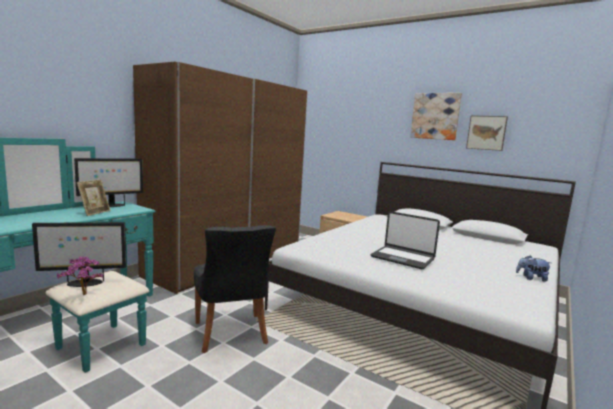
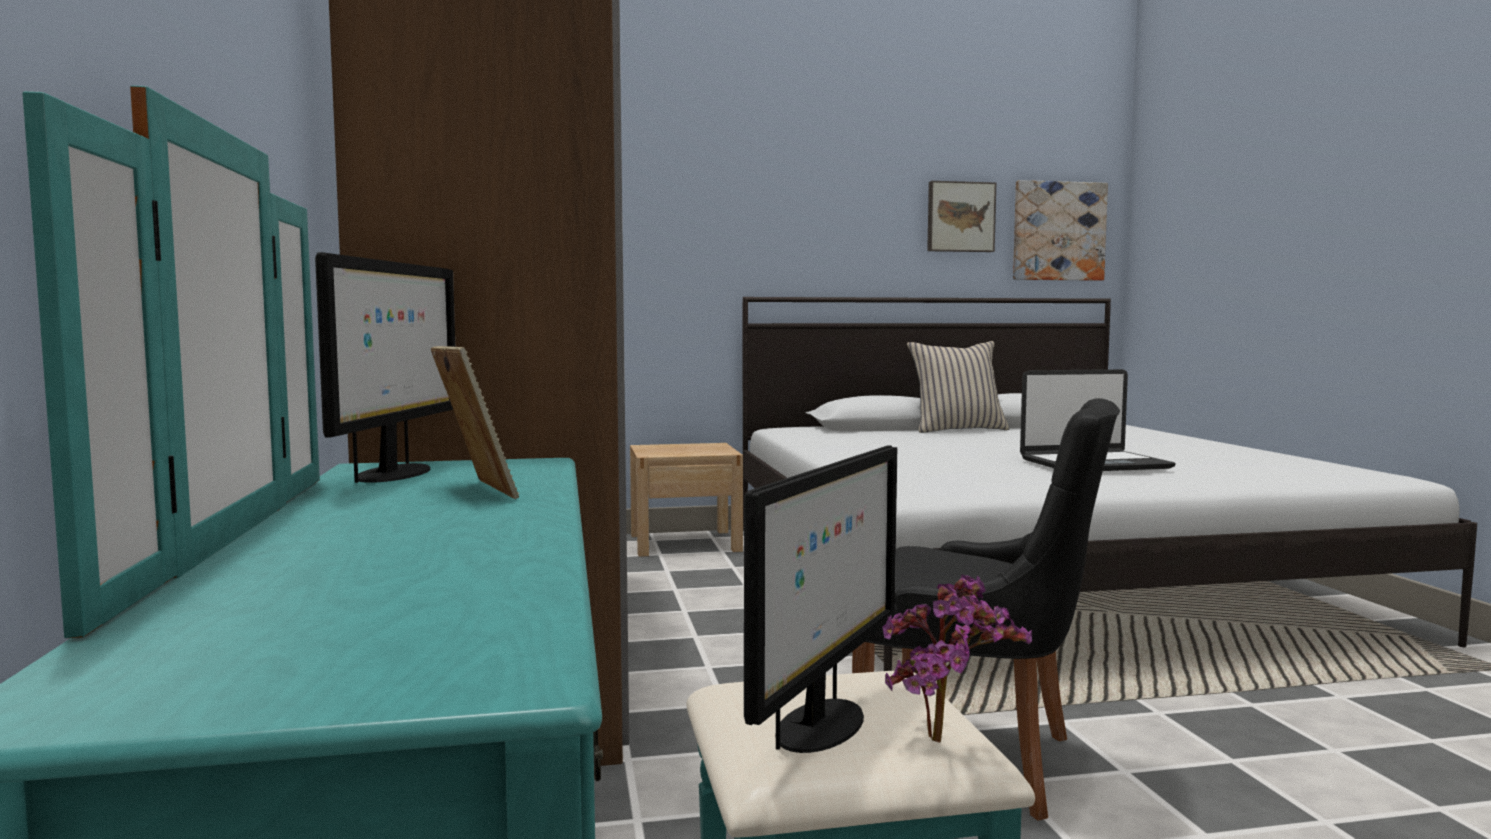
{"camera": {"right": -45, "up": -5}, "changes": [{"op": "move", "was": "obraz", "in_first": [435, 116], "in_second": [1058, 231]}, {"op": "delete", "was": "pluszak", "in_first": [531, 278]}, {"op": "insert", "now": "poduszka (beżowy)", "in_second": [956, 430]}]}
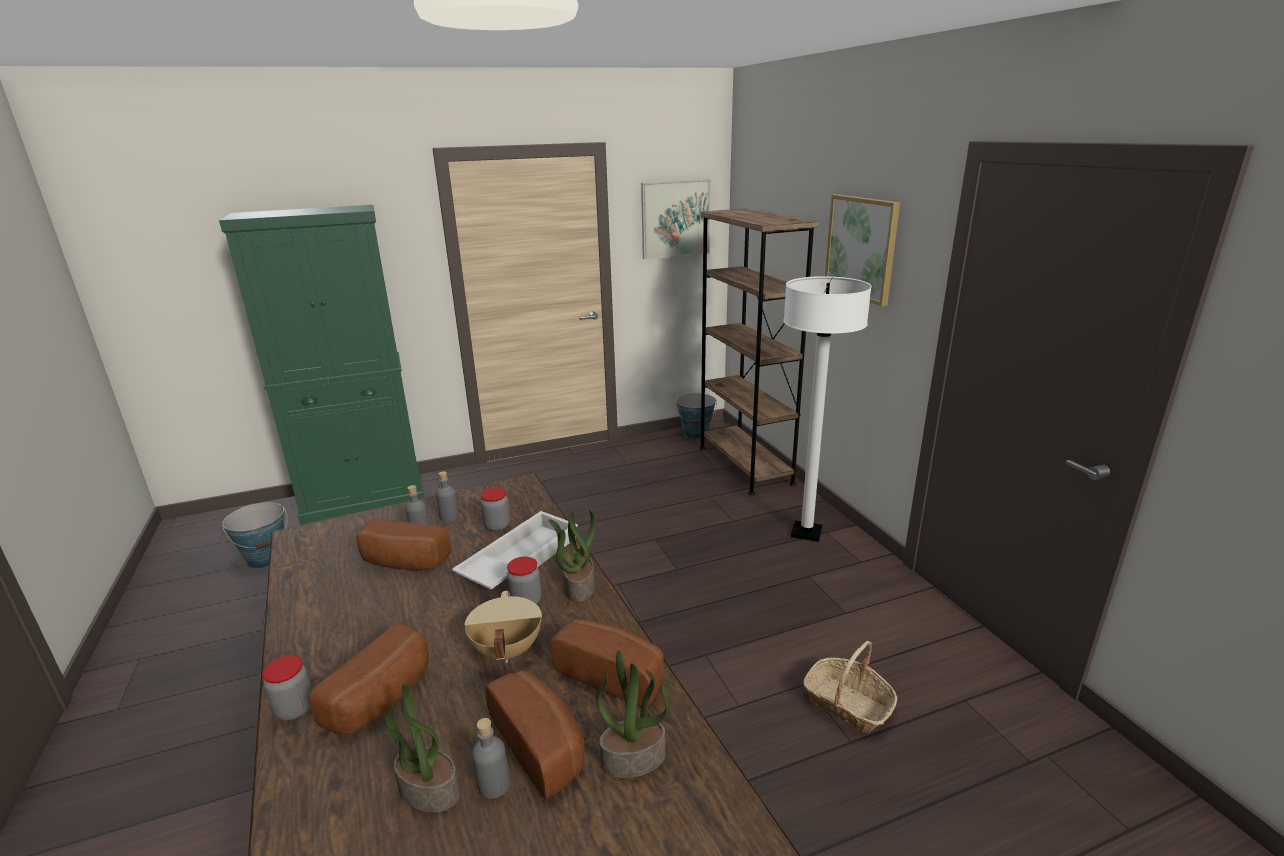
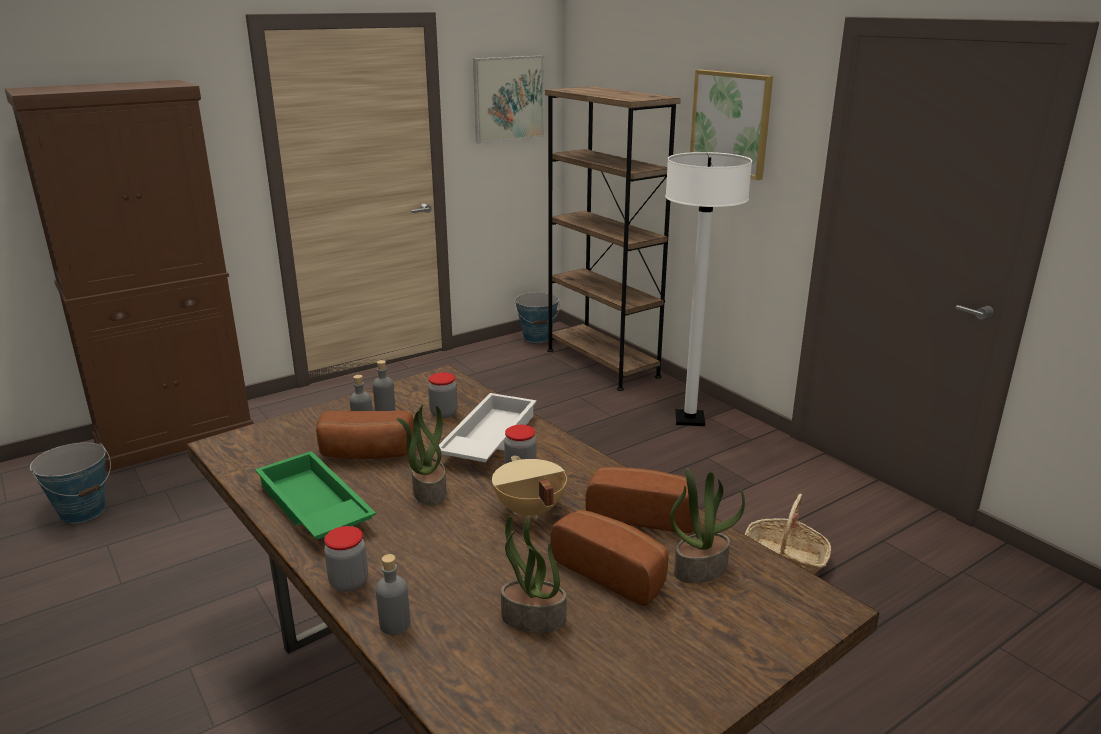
{"camera": {"right": -15, "up": 0}, "changes": [{"op": "recolor", "was": "szafka (zielony)", "now": "szafka (brązowy)", "in_first": [364, 499], "in_second": [176, 436]}, {"op": "move", "was": "roślina doniczkowa", "in_first": [578, 586], "in_second": [428, 491]}, {"op": "delete", "was": "chleb", "in_first": [384, 698]}, {"op": "move", "was": "butelka (szary)", "in_first": [494, 785], "in_second": [395, 624]}, {"op": "insert", "now": "taca (zielony)", "in_second": [312, 507]}]}
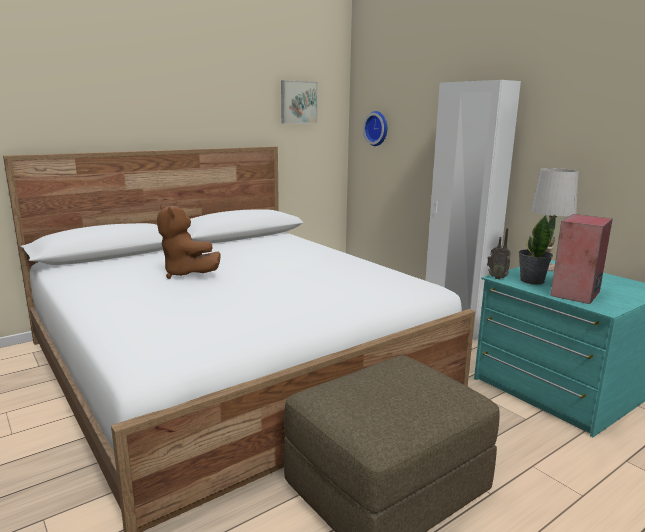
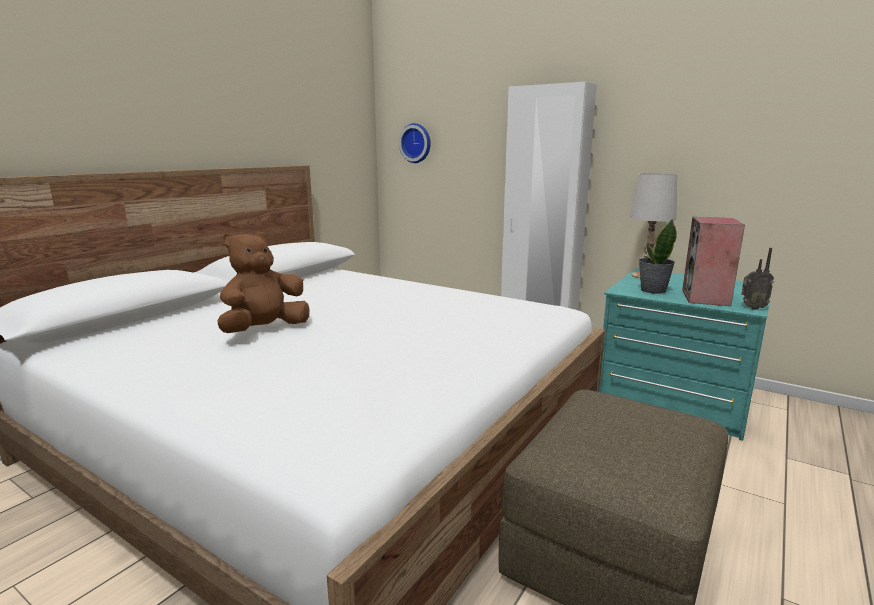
{"camera": {"right": -20, "up": 0}, "changes": [{"op": "delete", "was": "obraz", "in_first": [298, 102]}, {"op": "rotate", "was": "pluszak (brązowy)", "in_first": [187, 274], "in_second": [264, 330], "clockwise": 105}, {"op": "move", "was": "radio", "in_first": [497, 277], "in_second": [752, 308]}]}
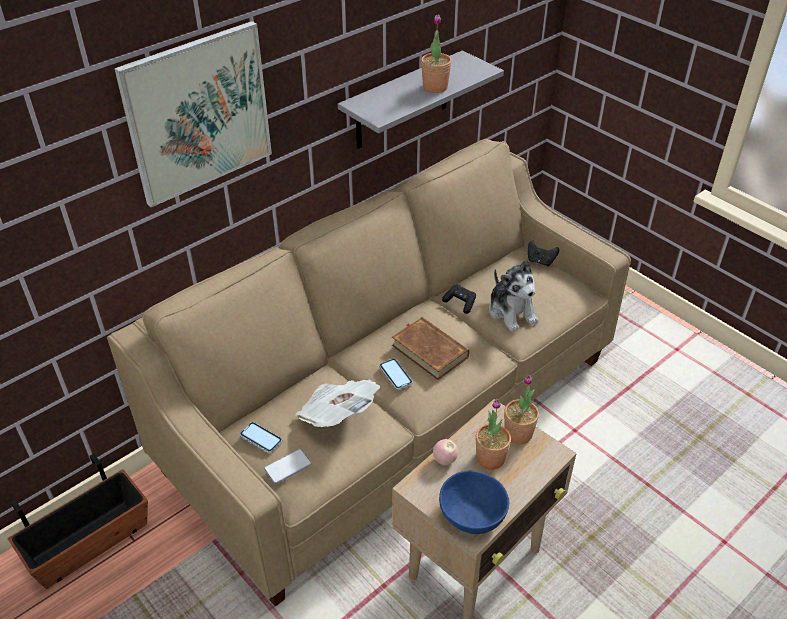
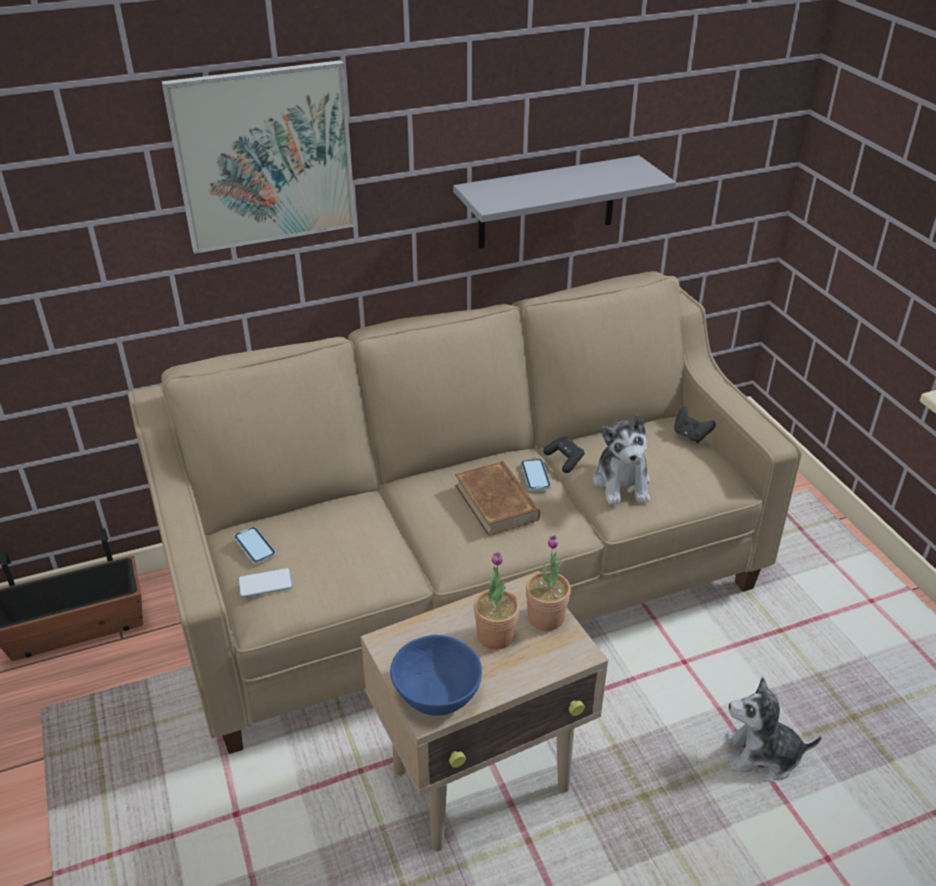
{"camera": {"right": 20, "up": -5}, "changes": [{"op": "delete", "was": "roślina doniczkowa", "in_first": [435, 87]}, {"op": "move", "was": "telefon", "in_first": [395, 375], "in_second": [535, 476]}, {"op": "delete", "was": "gazeta", "in_first": [338, 415]}, {"op": "delete", "was": "jabłko", "in_first": [444, 460]}, {"op": "insert", "now": "pluszak", "in_second": [761, 756]}]}
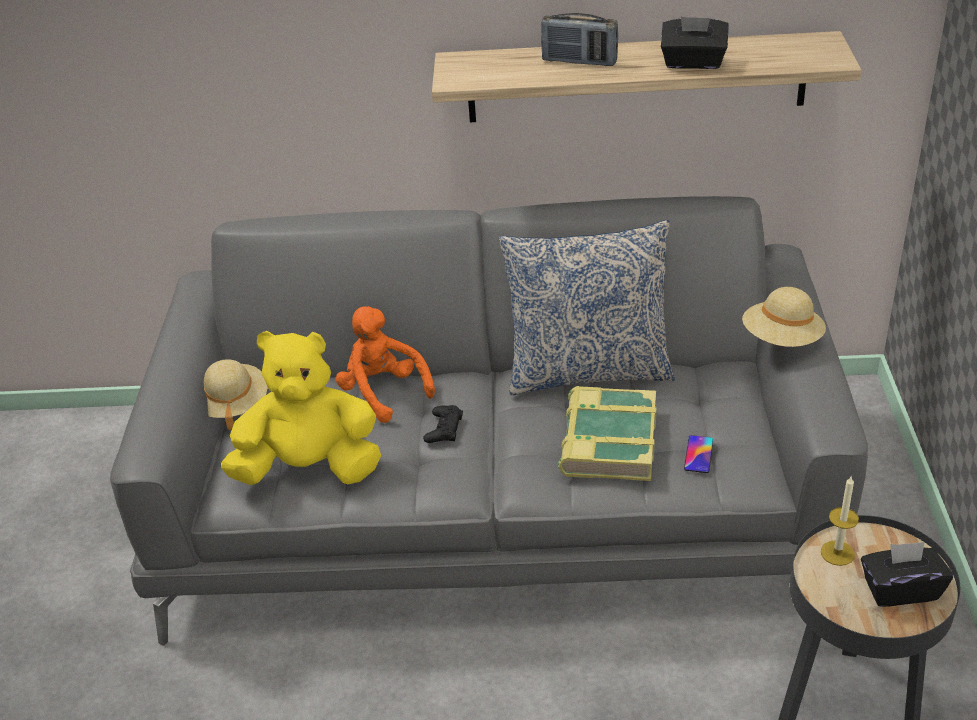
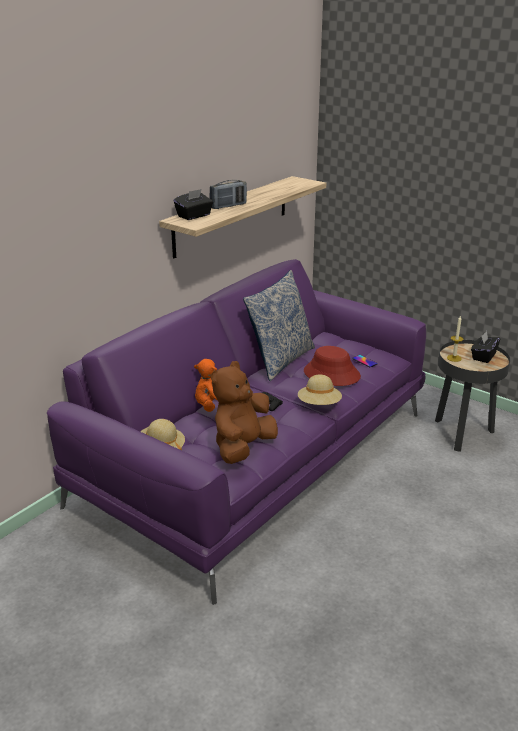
{"camera": {"right": -55, "up": -10}, "changes": [{"op": "move", "was": "pudełko chusteczek (czarny)", "in_first": [693, 63], "in_second": [194, 216]}, {"op": "recolor", "was": "kanapa (szary)", "now": "kanapa (fioletowy)", "in_first": [499, 503], "in_second": [259, 456]}, {"op": "move", "was": "kapelusz (beżowy)", "in_first": [782, 339], "in_second": [319, 404]}, {"op": "recolor", "was": "pluszak (żółty)", "now": "pluszak (brązowy)", "in_first": [310, 468], "in_second": [243, 448]}, {"op": "replace", "was": "książka", "now": "kapelusz (czerwony)", "in_first": [607, 442], "in_second": [331, 374]}]}
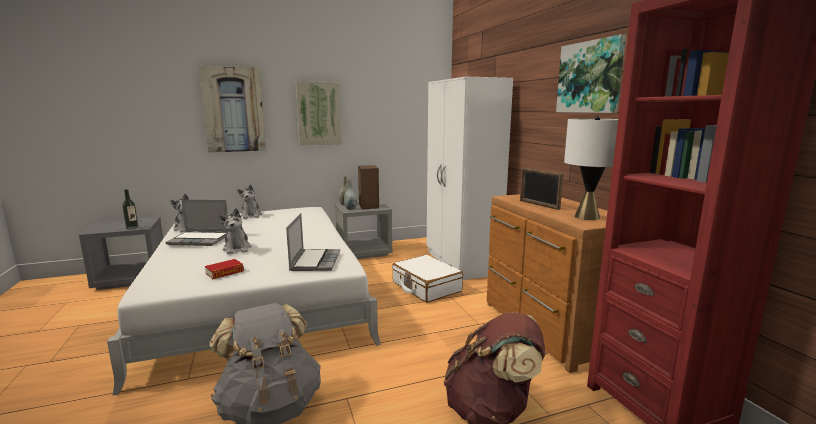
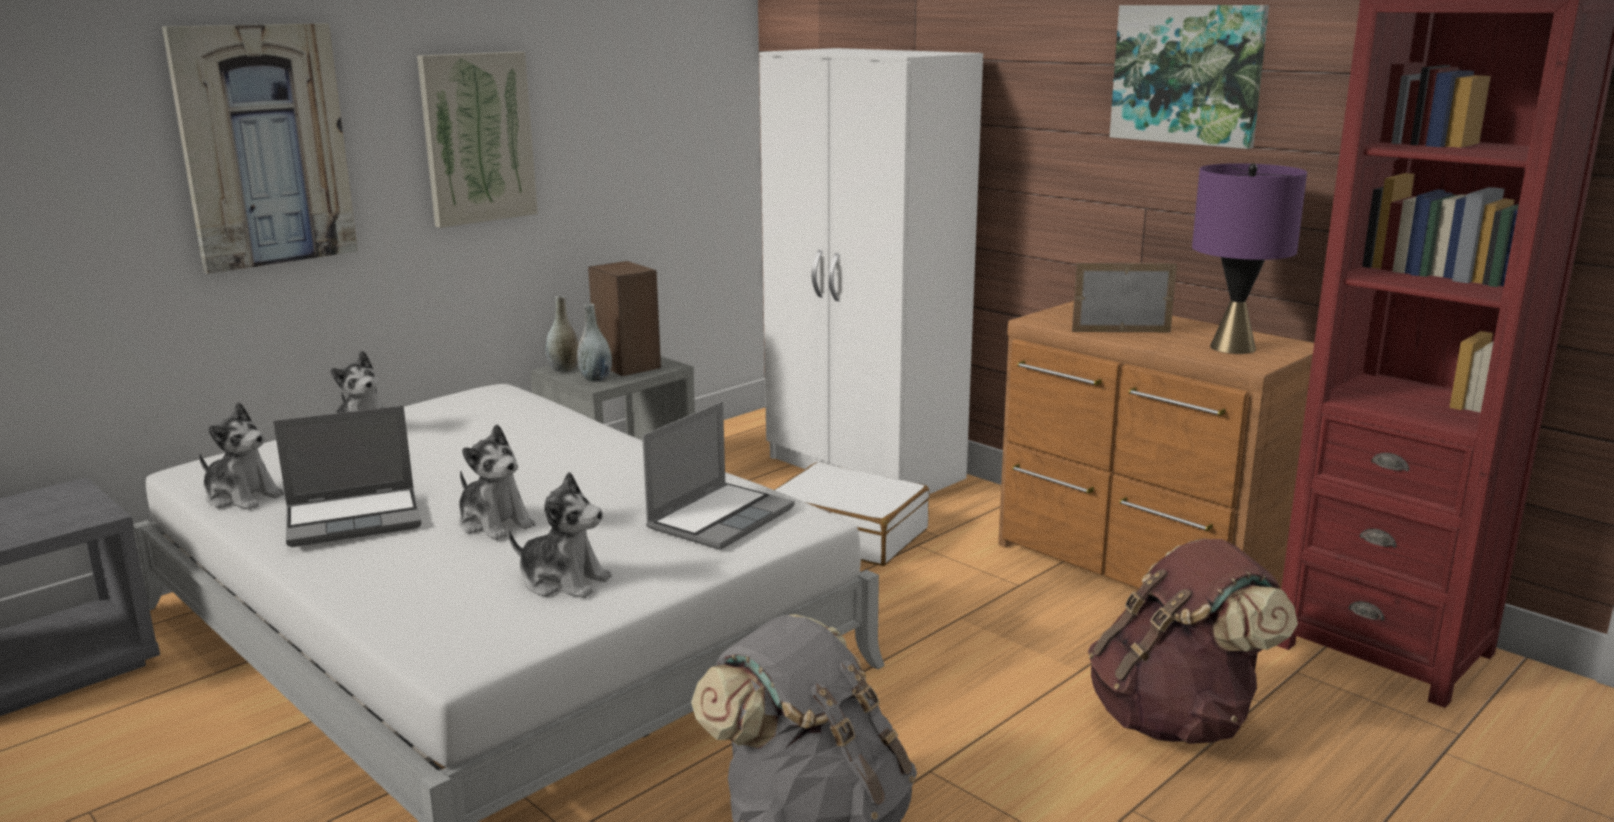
{"camera": {"right": -25, "up": 5}, "changes": [{"op": "recolor", "was": "lampa stołowa (biały)", "now": "lampa stołowa (fioletowy)", "in_first": [587, 217], "in_second": [1232, 347]}, {"op": "rotate", "was": "ramka na zdjęcie", "in_first": [538, 205], "in_second": [1120, 331], "clockwise": 150}, {"op": "delete", "was": "butelka", "in_first": [132, 228]}, {"op": "rotate", "was": "laptop", "in_first": [315, 261], "in_second": [720, 518], "clockwise": 60}, {"op": "replace", "was": "książka", "now": "pluszak", "in_first": [225, 272], "in_second": [563, 581]}]}
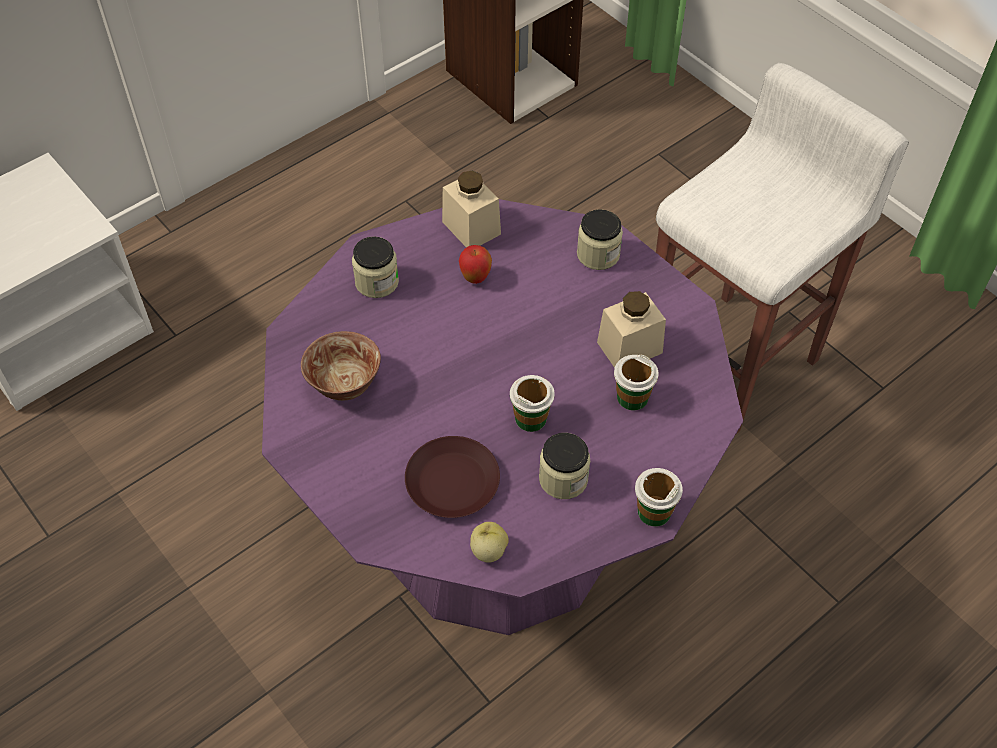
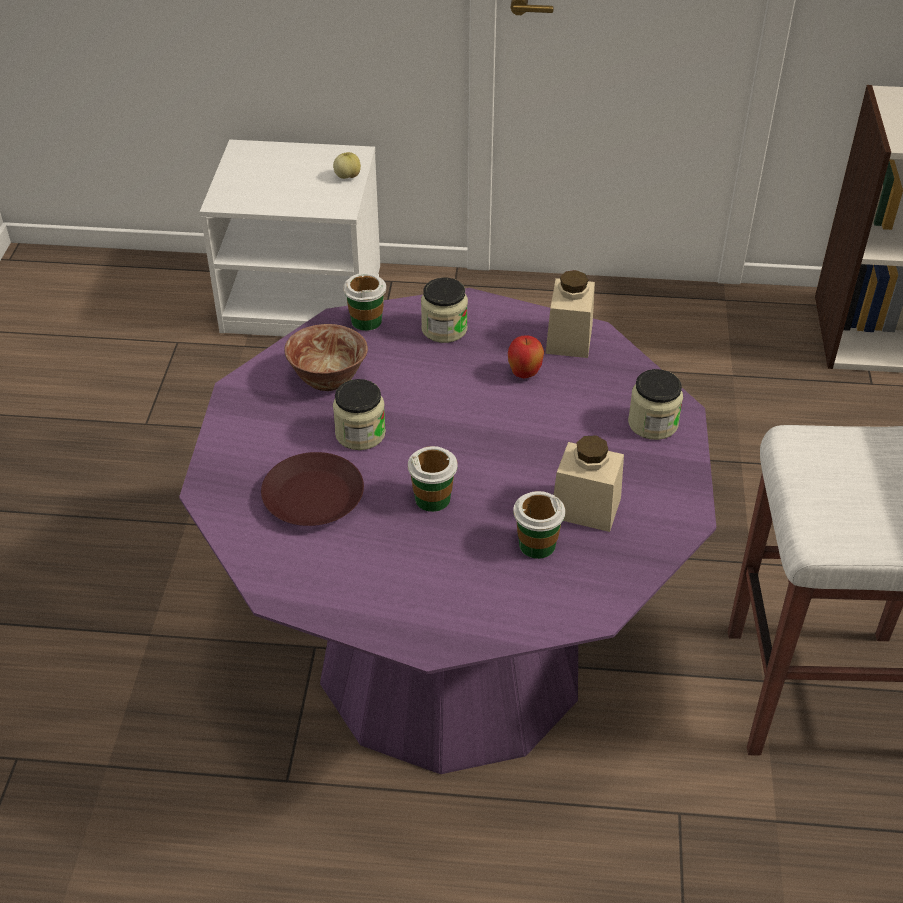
{"camera": {"right": 45, "up": -10}, "changes": [{"op": "move", "was": "słoik", "in_first": [563, 479], "in_second": [360, 434]}, {"op": "move", "was": "filiżanka", "in_first": [654, 511], "in_second": [366, 320]}, {"op": "move", "was": "jabłko", "in_first": [488, 550], "in_second": [347, 176]}]}
